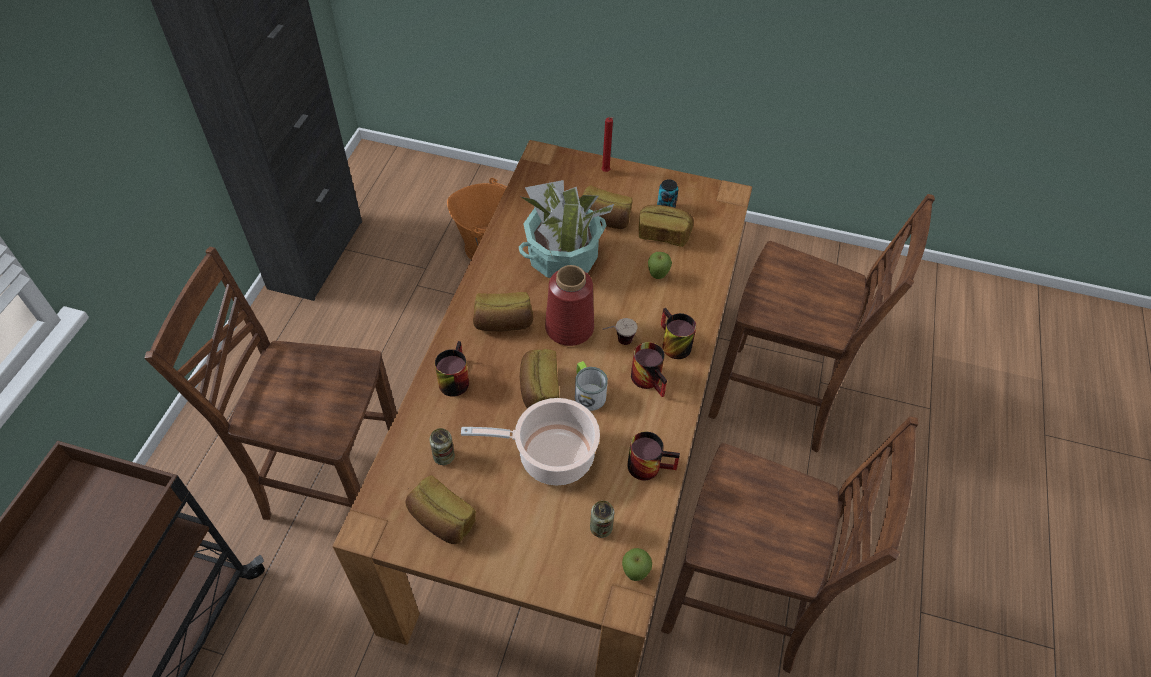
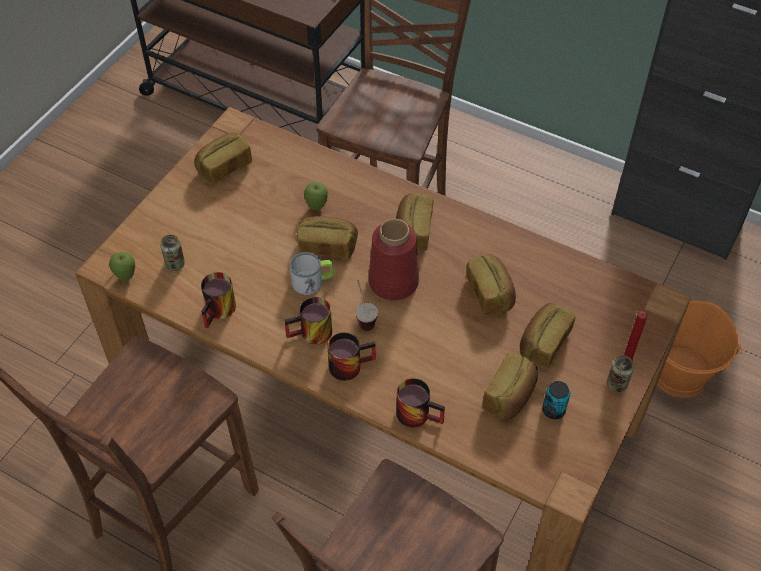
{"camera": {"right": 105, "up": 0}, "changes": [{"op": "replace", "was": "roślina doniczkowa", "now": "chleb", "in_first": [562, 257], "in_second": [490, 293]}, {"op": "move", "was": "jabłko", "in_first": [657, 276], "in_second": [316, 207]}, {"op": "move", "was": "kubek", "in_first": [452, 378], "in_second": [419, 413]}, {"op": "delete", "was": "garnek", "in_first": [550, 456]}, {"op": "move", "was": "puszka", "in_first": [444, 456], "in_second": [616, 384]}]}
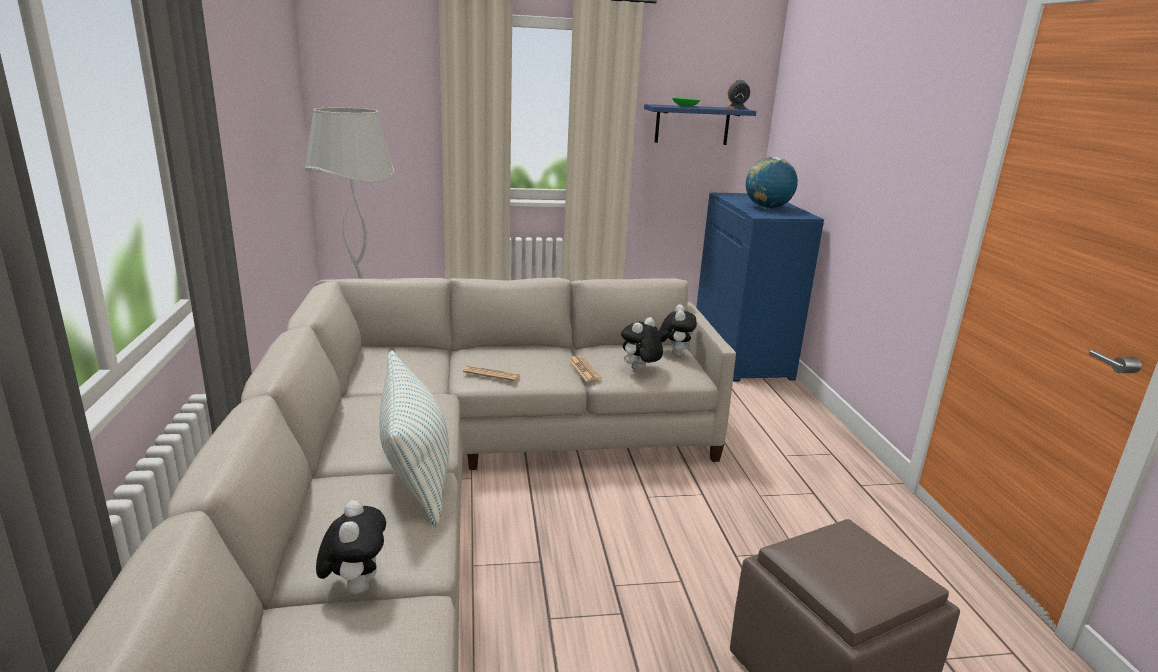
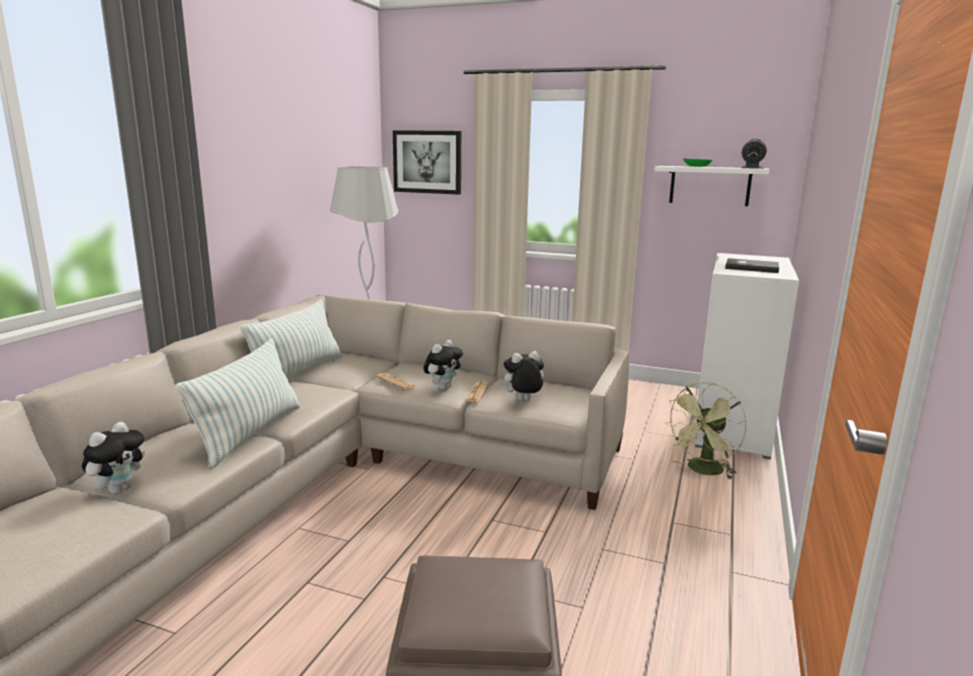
{"camera": {"right": 30, "up": -5}, "changes": [{"op": "recolor", "was": "półka (niebieski)", "now": "półka (biały)", "in_first": [692, 125], "in_second": [710, 185]}, {"op": "replace", "was": "globus", "now": "książka (szary)", "in_first": [767, 208], "in_second": [750, 267]}, {"op": "recolor", "was": "szafka (niebieski)", "now": "szafka (biały)", "in_first": [742, 356], "in_second": [733, 426]}, {"op": "move", "was": "pluszak", "in_first": [674, 354], "in_second": [443, 387]}, {"op": "insert", "now": "obraz", "in_second": [427, 162]}, {"op": "insert", "now": "poduszka", "in_second": [298, 372]}, {"op": "insert", "now": "wentylator (zielony)", "in_second": [703, 471]}]}
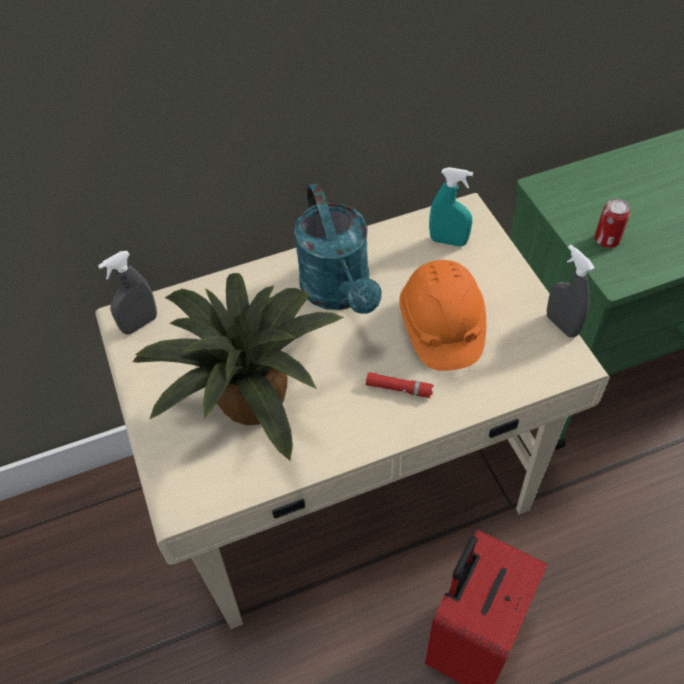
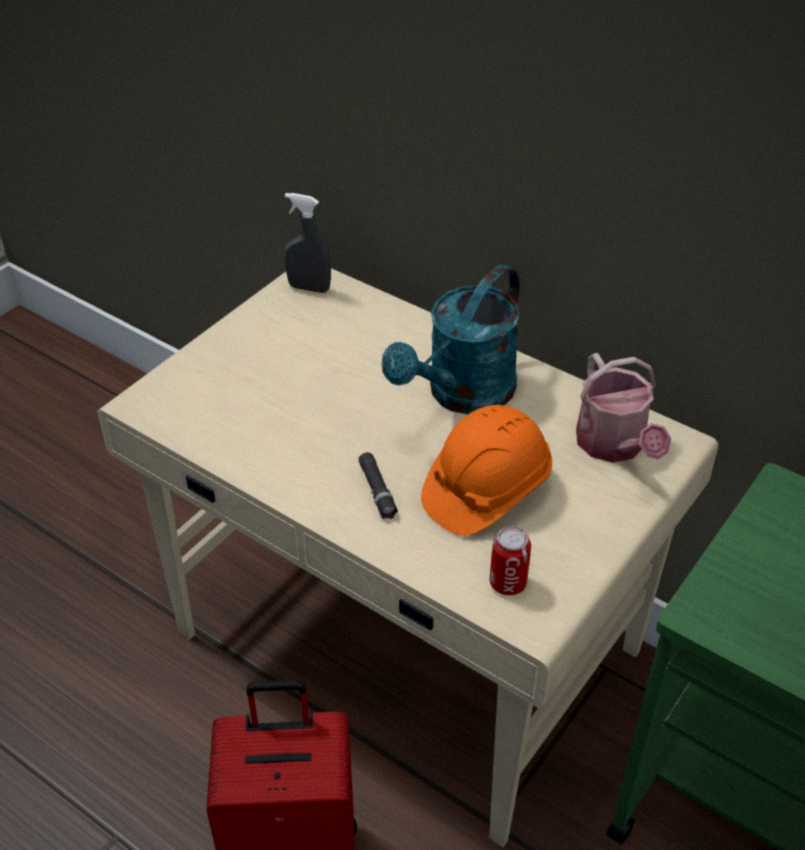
{"camera": {"right": 55, "up": -10}, "changes": [{"op": "replace", "was": "spryskiwacz (turkusowy)", "now": "konewka", "in_first": [448, 241], "in_second": [614, 446]}, {"op": "move", "was": "puszka", "in_first": [606, 240], "in_second": [508, 583]}, {"op": "delete", "was": "spryskiwacz (szary)", "in_first": [561, 325]}, {"op": "delete", "was": "roślina doniczkowa", "in_first": [247, 399]}, {"op": "recolor", "was": "latarka (czerwony)", "now": "latarka (czarny)", "in_first": [399, 388], "in_second": [377, 491]}]}
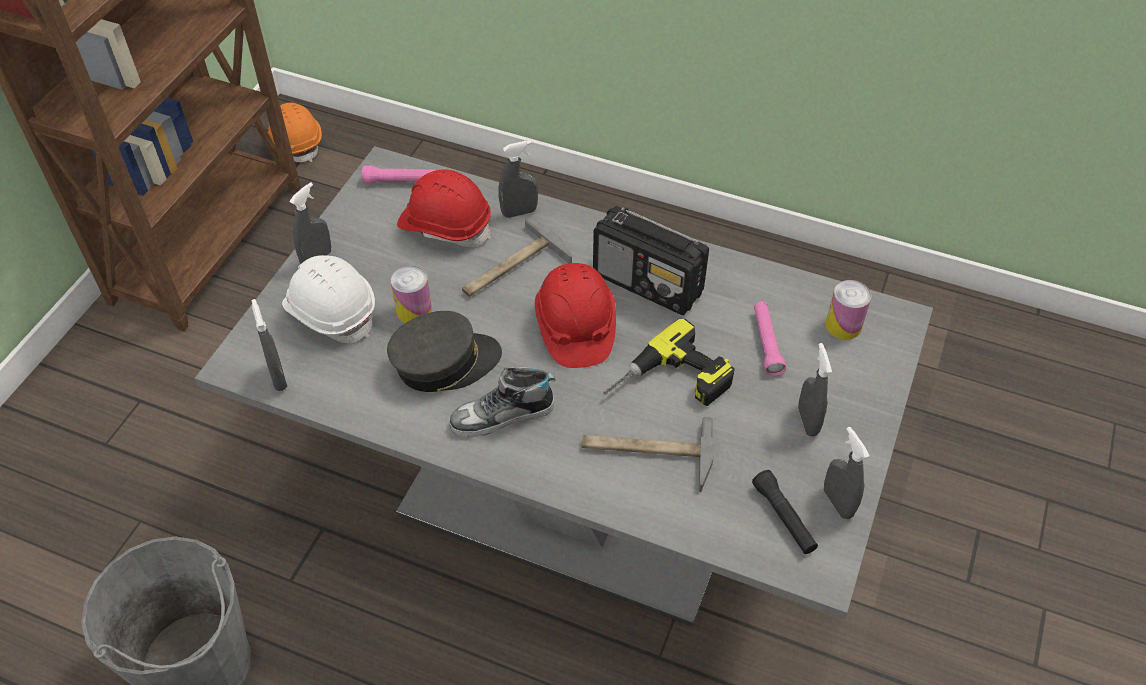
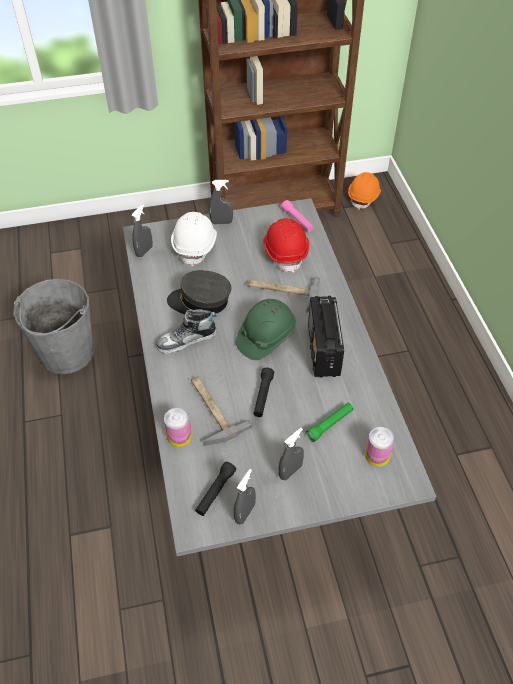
{"camera": {"right": 55, "up": 0}, "changes": [{"op": "delete", "was": "spryskiwacz (szary)", "in_first": [519, 212]}, {"op": "recolor", "was": "kask (czerwony)", "now": "kask (zielony)", "in_first": [575, 327], "in_second": [266, 337]}, {"op": "move", "was": "puszka", "in_first": [414, 311], "in_second": [179, 436]}, {"op": "recolor", "was": "latarka (różowy)", "now": "latarka (zielony)", "in_first": [766, 343], "in_second": [329, 424]}, {"op": "rotate", "was": "czapka z daszkiem (szary)", "in_first": [445, 363], "in_second": [200, 301], "clockwise": 150}, {"op": "replace", "was": "wiertarka", "now": "latarka (czarny)", "in_first": [670, 384], "in_second": [263, 396]}, {"op": "rotate", "was": "but", "in_first": [502, 416], "in_second": [187, 340], "clockwise": -60}]}
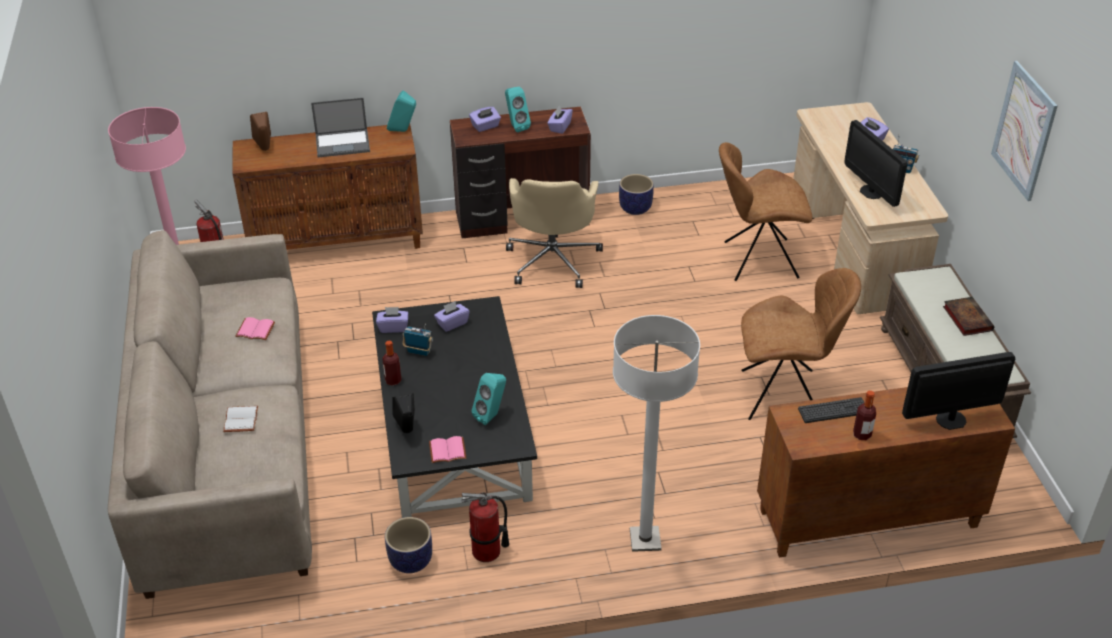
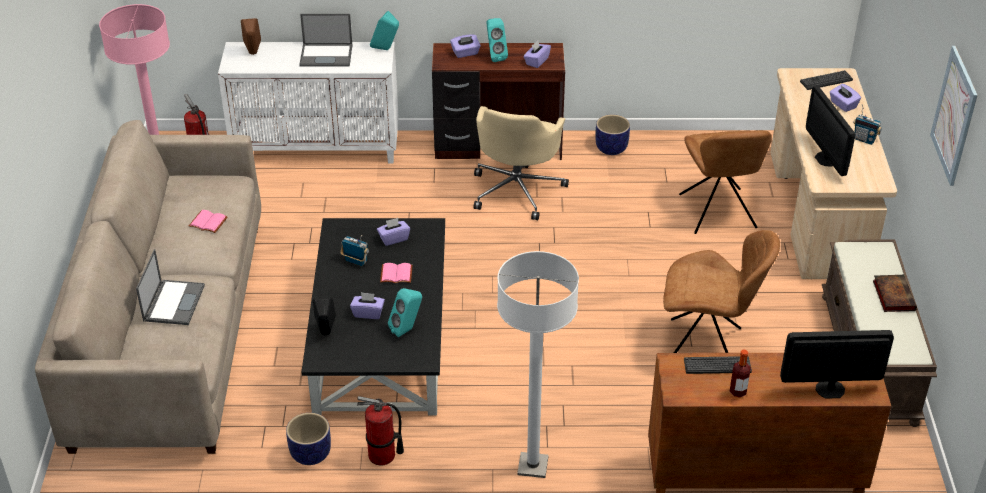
{"camera": {"right": 10, "up": 0}, "changes": [{"op": "recolor", "was": "szafka (brązowy)", "now": "szafka (biały)", "in_first": [338, 241], "in_second": [317, 148]}, {"op": "rotate", "was": "krzesło (brązowy)", "in_first": [757, 260], "in_second": [718, 213], "clockwise": -105}, {"op": "move", "was": "pudełko chusteczek (fioletowy)", "in_first": [393, 327], "in_second": [368, 313]}, {"op": "delete", "was": "butelka", "in_first": [393, 380]}, {"op": "replace", "was": "książka (biały)", "now": "laptop", "in_first": [240, 419], "in_second": [174, 302]}, {"op": "move", "was": "książka (różowy)", "in_first": [447, 452], "in_second": [395, 275]}, {"op": "insert", "now": "klawiatura", "in_second": [826, 81]}]}
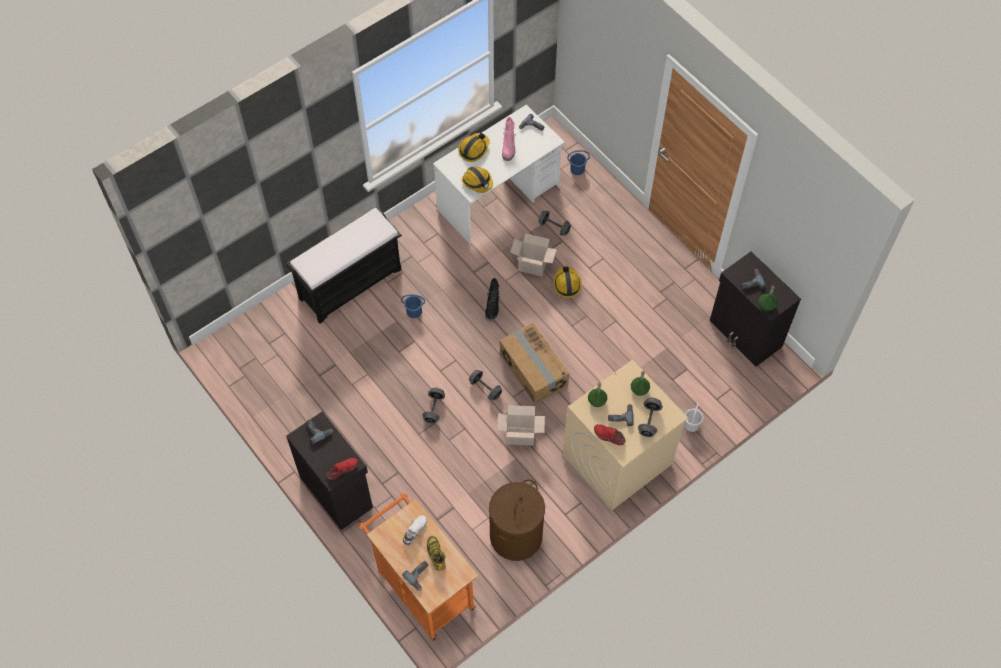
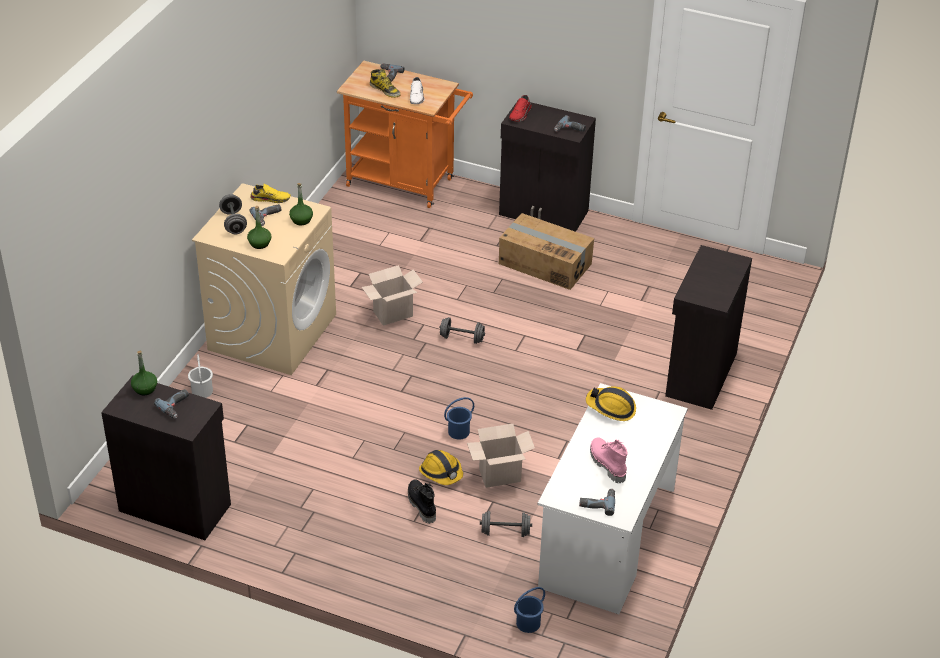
{"camera": {"right": 150, "up": -20}, "changes": [{"op": "delete", "was": "kask", "in_first": [474, 149]}, {"op": "replace", "was": "ławka (czarny)", "now": "szafka (czarny)", "in_first": [351, 283], "in_second": [699, 374]}, {"op": "move", "was": "but z cholewką (czarny)", "in_first": [493, 307], "in_second": [421, 505]}, {"op": "move", "was": "wiadro (niebieski)", "in_first": [414, 311], "in_second": [459, 432]}, {"op": "move", "was": "karton", "in_first": [533, 370], "in_second": [545, 263]}, {"op": "delete", "was": "hantel (szary)", "in_first": [434, 409]}, {"op": "recolor", "was": "but (czerwony)", "now": "but (żółty)", "in_first": [608, 436], "in_second": [270, 198]}, {"op": "delete", "was": "kosz na pranie (brązowy)", "in_first": [516, 536]}]}
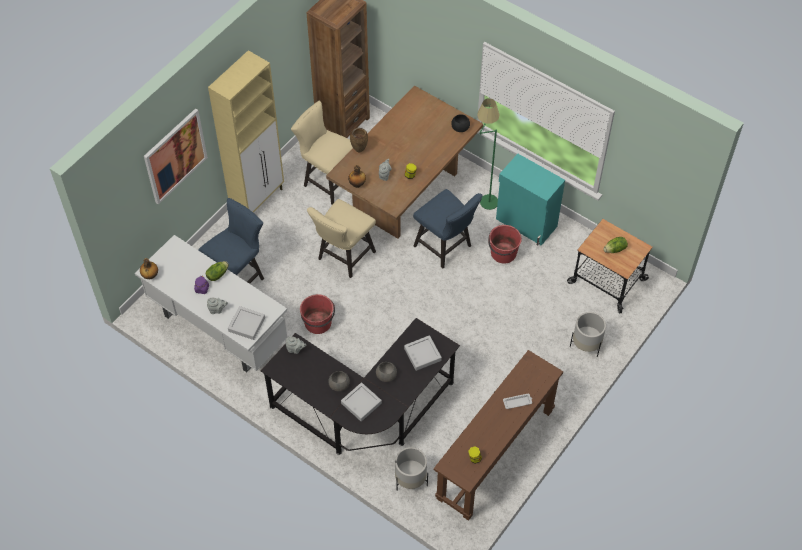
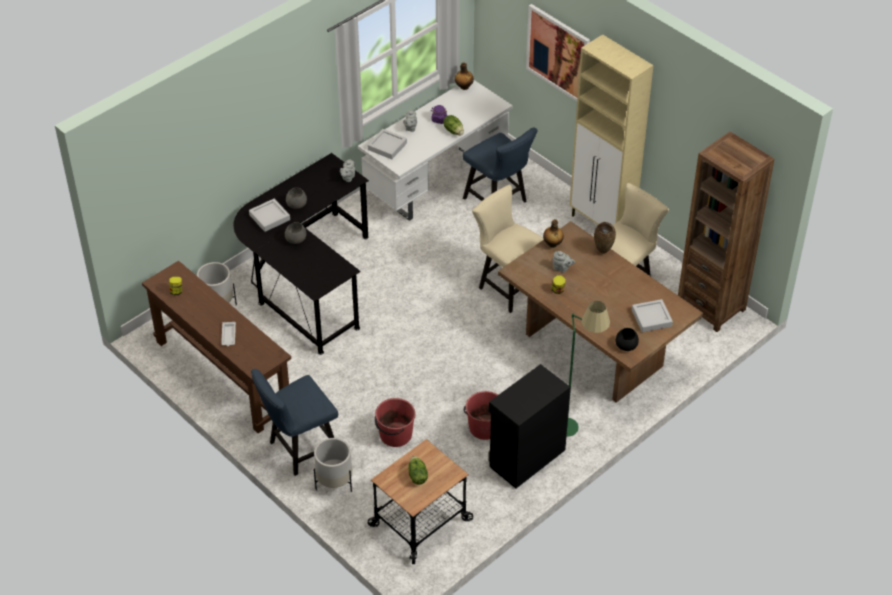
{"camera": {"right": 100, "up": -10}, "changes": [{"op": "recolor", "was": "szafka (turkusowy)", "now": "szafka (czarny)", "in_first": [526, 223], "in_second": [526, 458]}, {"op": "move", "was": "krzesło (niebieski)", "in_first": [446, 248], "in_second": [299, 450]}, {"op": "move", "was": "wiadro (czerwony)", "in_first": [318, 323], "in_second": [395, 435]}, {"op": "move", "was": "taca (szary)", "in_first": [422, 354], "in_second": [651, 318]}]}
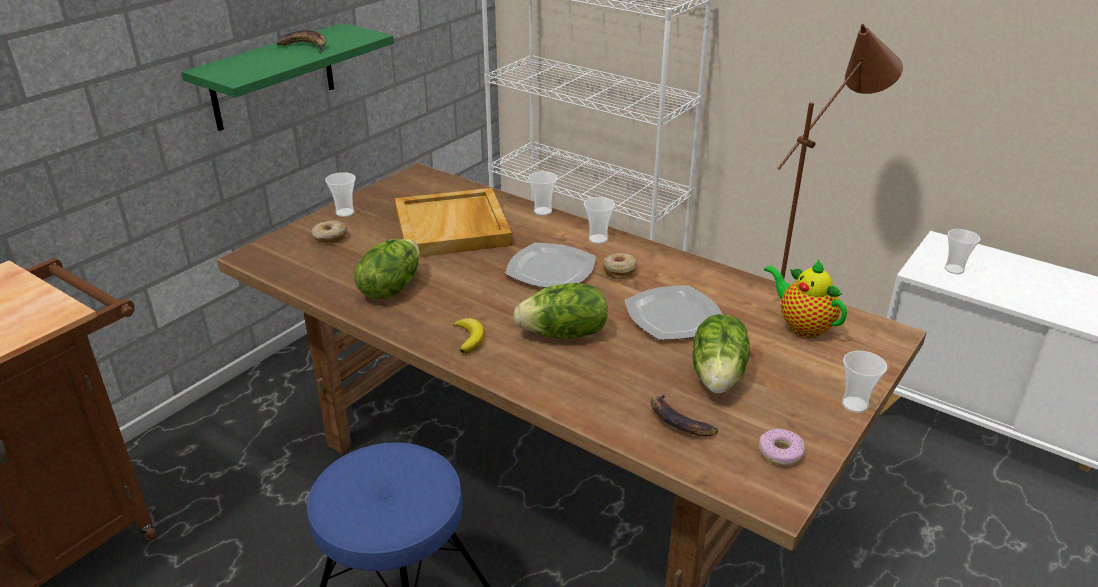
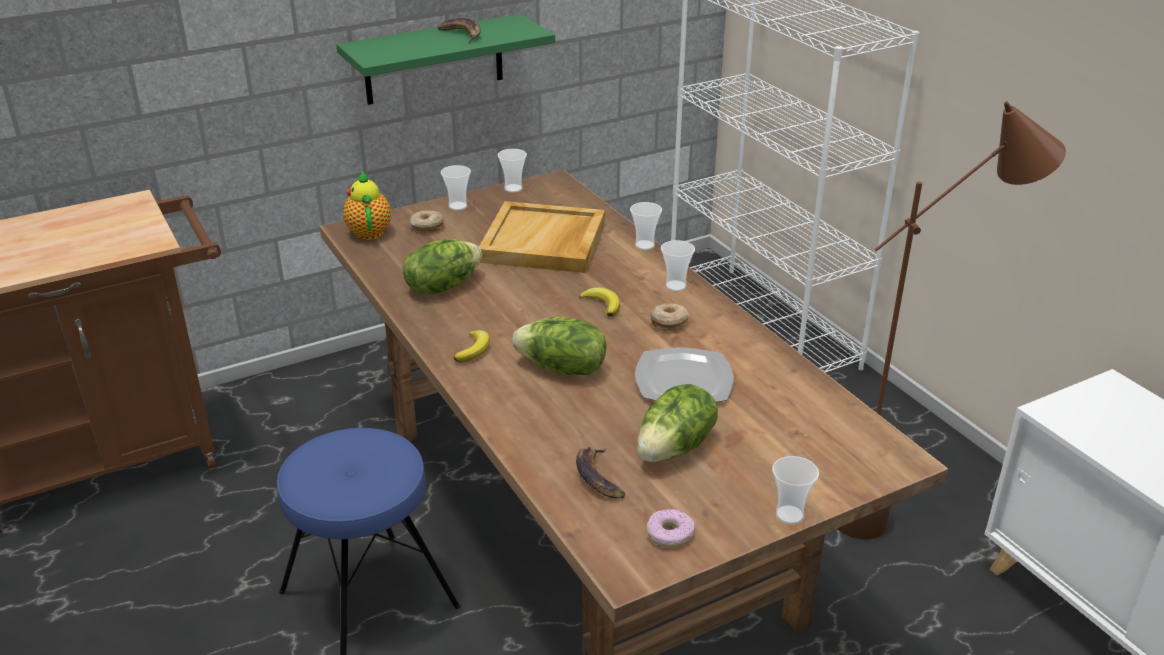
{"camera": {"right": 25, "up": 0}, "changes": [{"op": "move", "was": "filiżanka", "in_first": [954, 269], "in_second": [513, 188]}, {"op": "replace", "was": "talerz", "now": "banan", "in_first": [550, 269], "in_second": [602, 304]}, {"op": "move", "was": "imbryk", "in_first": [802, 326], "in_second": [369, 231]}]}
